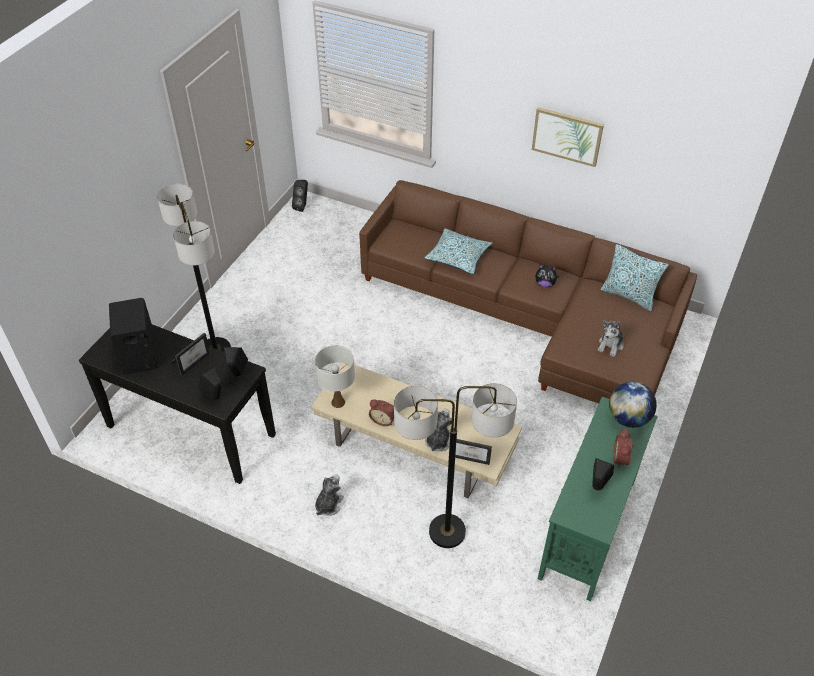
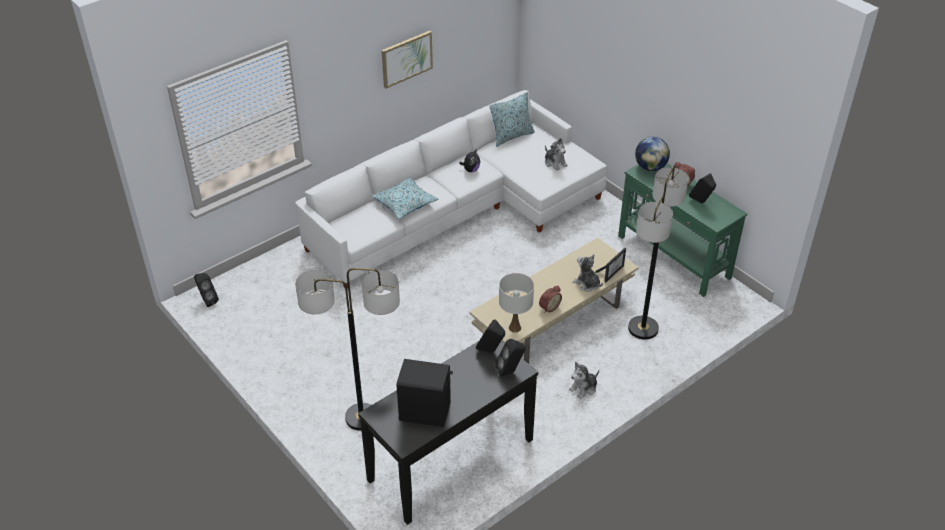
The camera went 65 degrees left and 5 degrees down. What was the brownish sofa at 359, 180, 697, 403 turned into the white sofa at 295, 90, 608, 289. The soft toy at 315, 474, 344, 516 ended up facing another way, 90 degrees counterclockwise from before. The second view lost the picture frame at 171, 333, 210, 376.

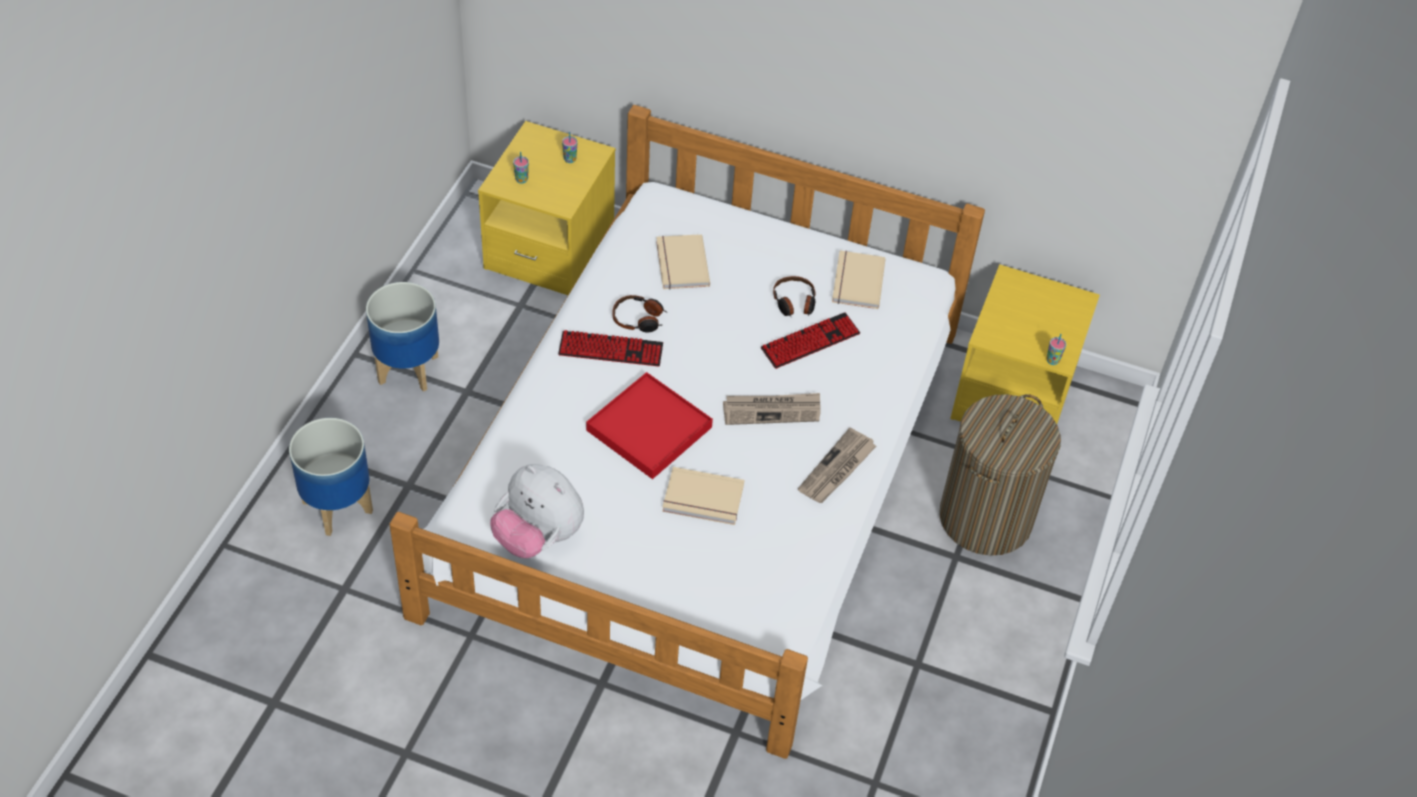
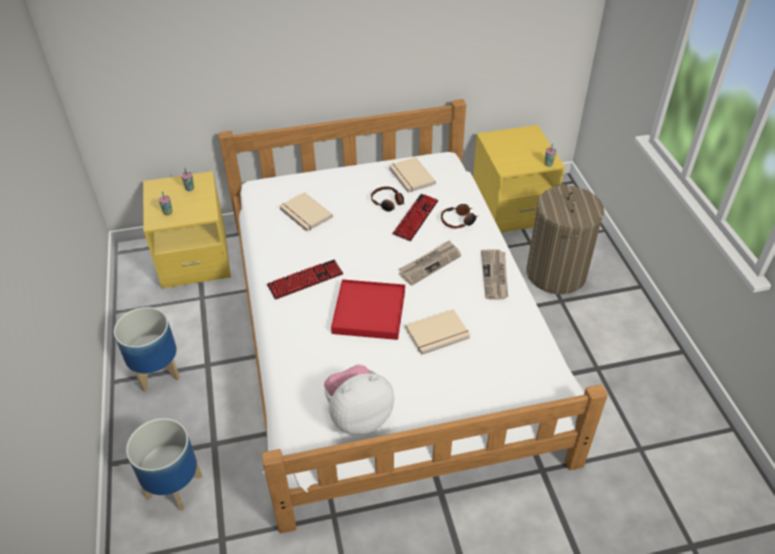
The camera went 30 degrees left and 5 degrees down. The soft toy at 490, 464, 584, 558 ended up facing another way, 150 degrees clockwise from before. The headphones ended up elsewhere, having gone from 612, 295, 666, 332 to 441, 204, 477, 229.

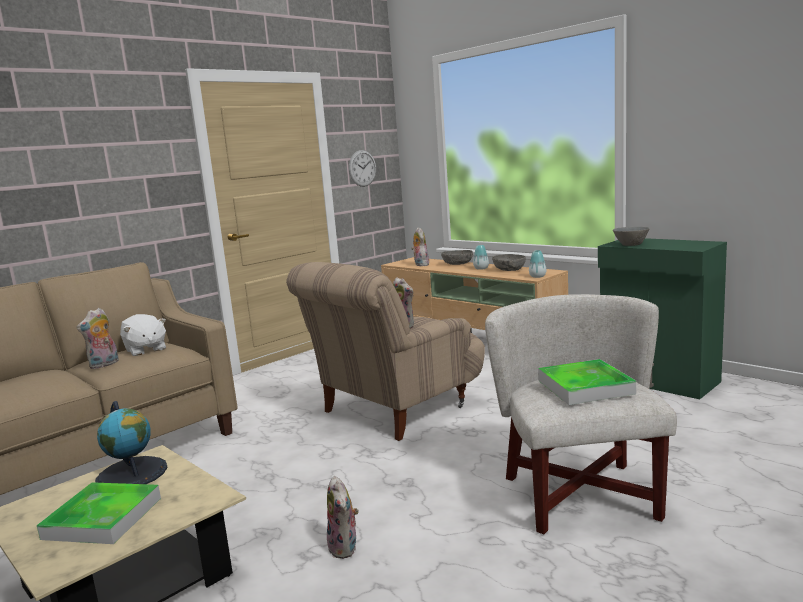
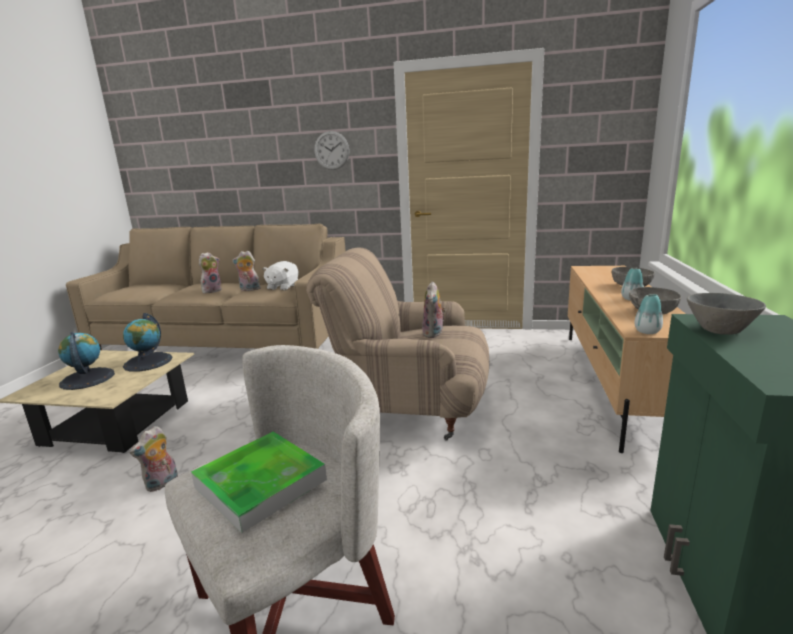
The camera went 55 degrees right and 5 degrees up. Where the tray stood at 37, 482, 161, 544, the world globe came to stand at 58, 332, 115, 390. The soft toy ended up elsewhere, having gone from 411, 228, 429, 266 to 199, 252, 222, 294. The wall clock ended up elsewhere, having gone from 349, 150, 376, 187 to 314, 131, 349, 170.

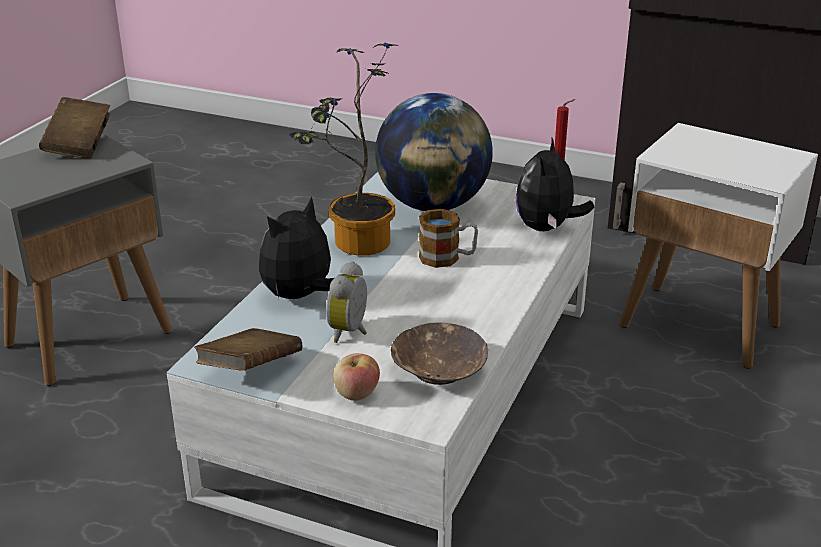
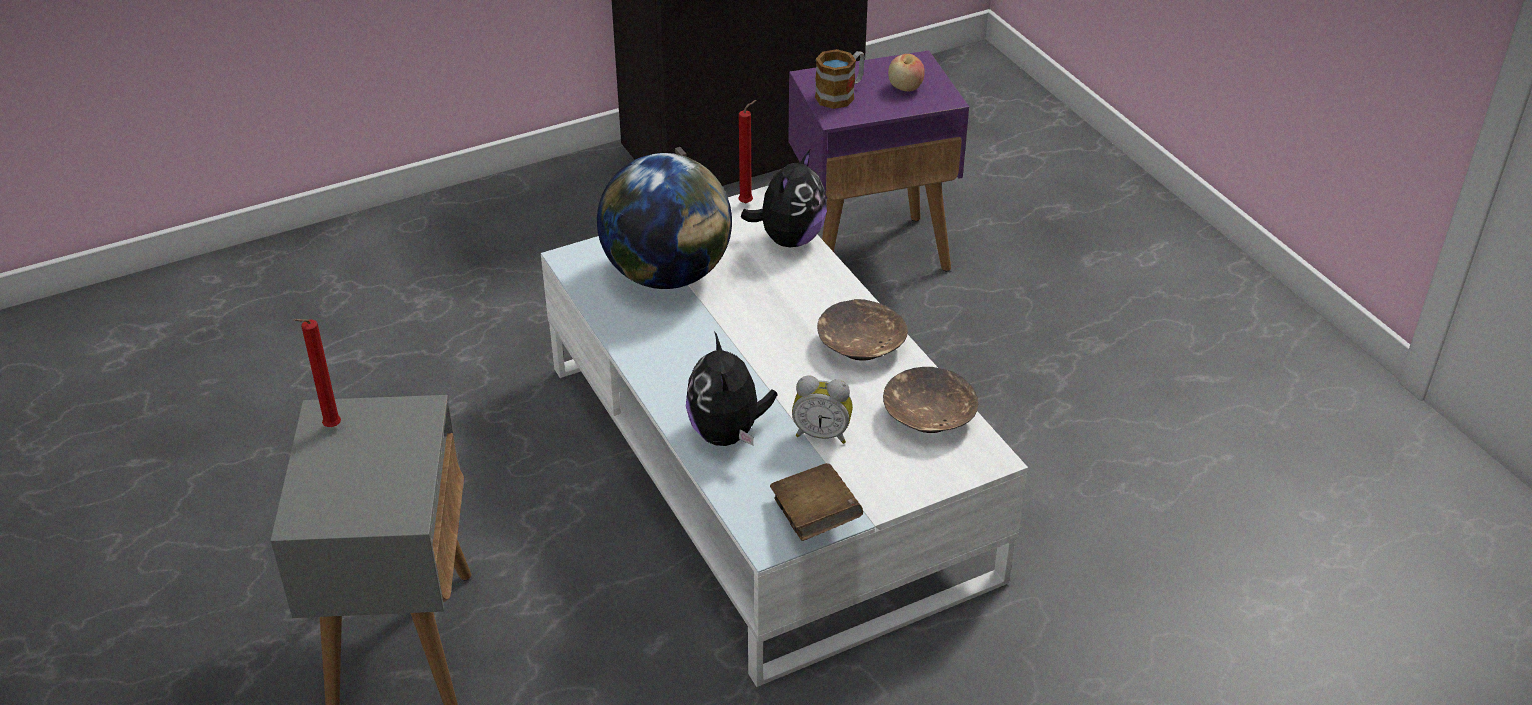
The camera went 50 degrees left and 10 degrees up. Where the brownish book stood at 39, 97, 111, 159, the reddish candle came to stand at 293, 319, 341, 427. The soft toy at 515, 138, 594, 231 ended up facing another way, 120 degrees counterclockwise from before. What was the white accent table at 620, 123, 818, 369 turned into the purple-coloured accent table at 788, 50, 969, 272. The bedside clock at 326, 261, 367, 343 ended up facing another way, 45 degrees counterclockwise from before. The coffee mug ended up elsewhere, having gone from 419, 209, 478, 268 to 815, 49, 865, 109. The second view gained the brownish bowl at 817, 299, 908, 361. The whole apple ended up elsewhere, having gone from 333, 353, 380, 401 to 888, 54, 925, 91. The second view lost the potted plant at 289, 43, 395, 256.

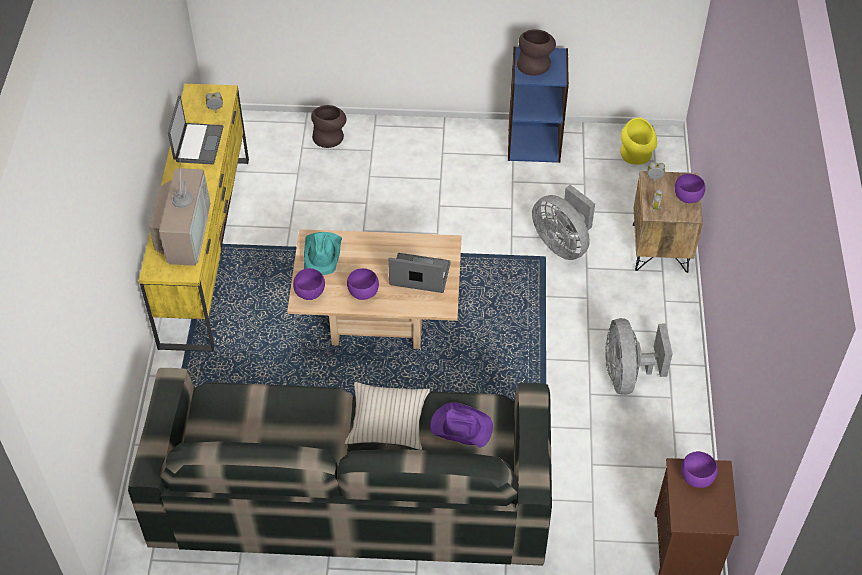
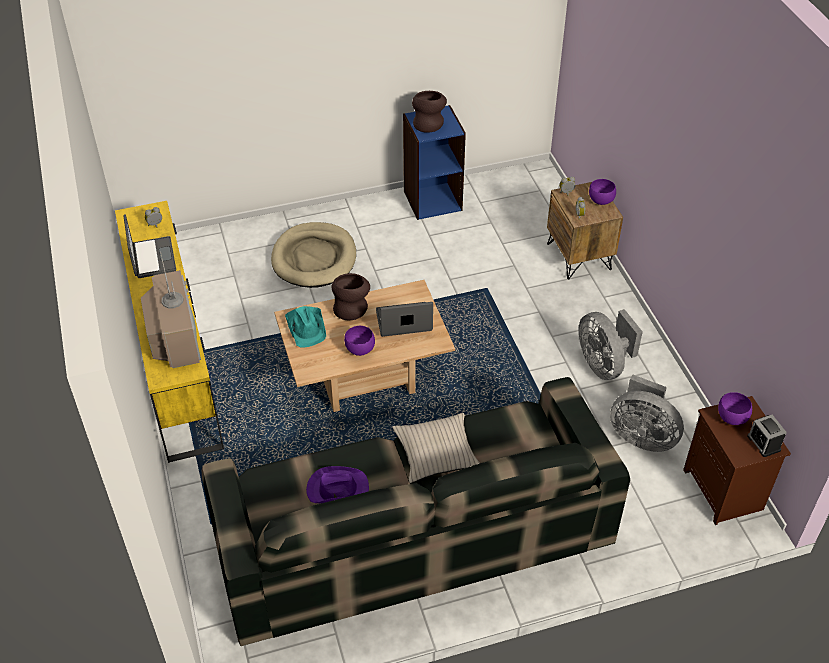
The camera went 20 degrees left and 5 degrees down. The second view gained the sand-coloured dog cushion at 271, 222, 356, 288. The purple-coloured clothing hat ended up elsewhere, having gone from 430, 402, 493, 448 to 306, 466, 369, 504. The brownish vase ended up elsewhere, having gone from 311, 105, 347, 148 to 332, 273, 370, 320. The greyish electric fan ended up elsewhere, having gone from 532, 185, 595, 260 to 610, 374, 684, 452. The second view gained the bedside clock at 747, 415, 787, 457. The second view lost the purple-coloured bowl at 293, 268, 325, 300. The second view lost the yellowish vase at 620, 118, 657, 165.

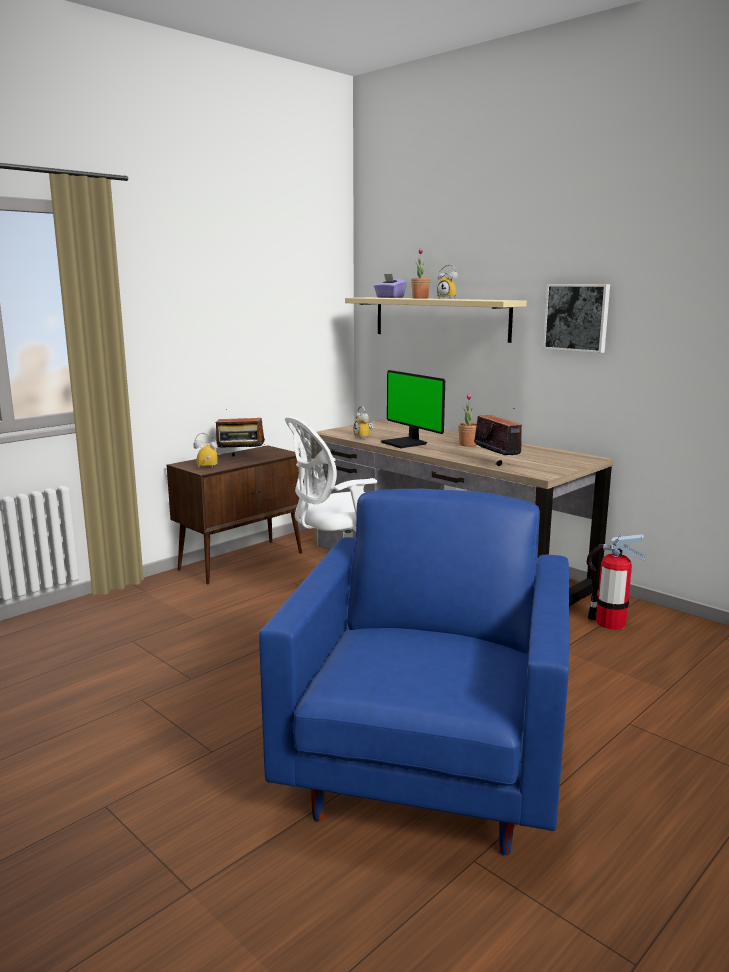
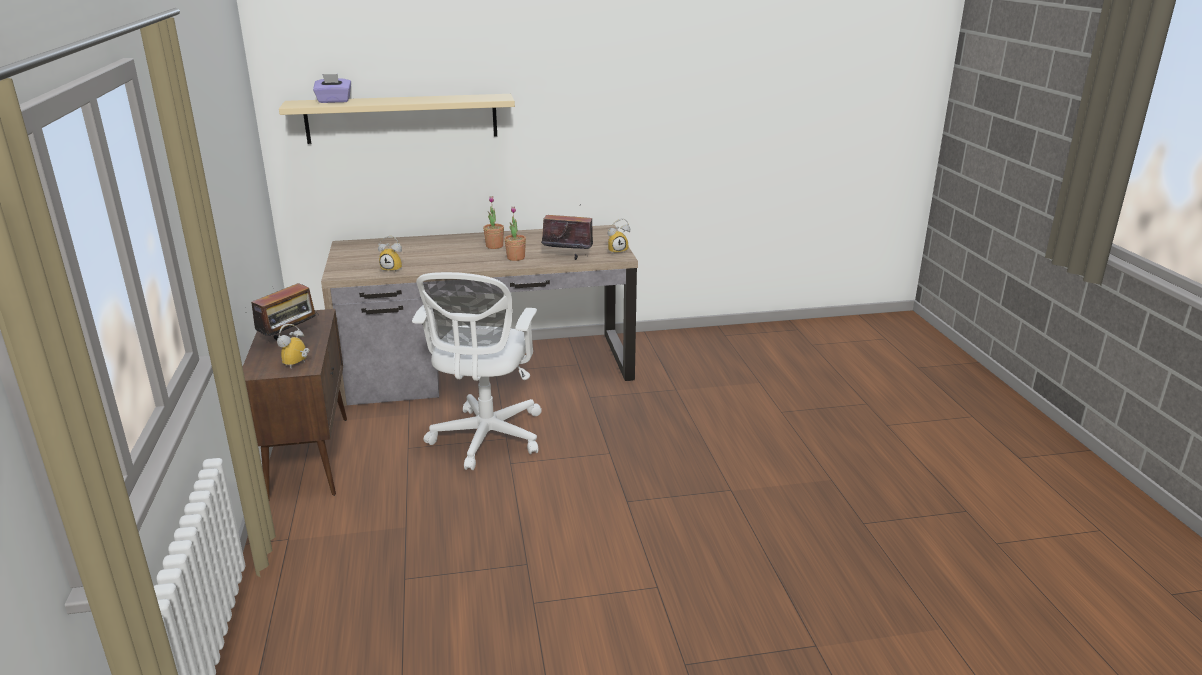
The camera went 55 degrees left and 10 degrees up. The potted plant ended up elsewhere, having gone from 411, 248, 430, 299 to 504, 206, 526, 261. The bedside clock ended up elsewhere, having gone from 437, 264, 458, 299 to 607, 218, 630, 255. The second view lost the blue lounge chair at 259, 489, 569, 855. The second view lost the computer screen at 381, 370, 445, 448. The second view lost the picture at 543, 284, 610, 353. The second view lost the fire-fighting cylinder at 587, 534, 646, 630.

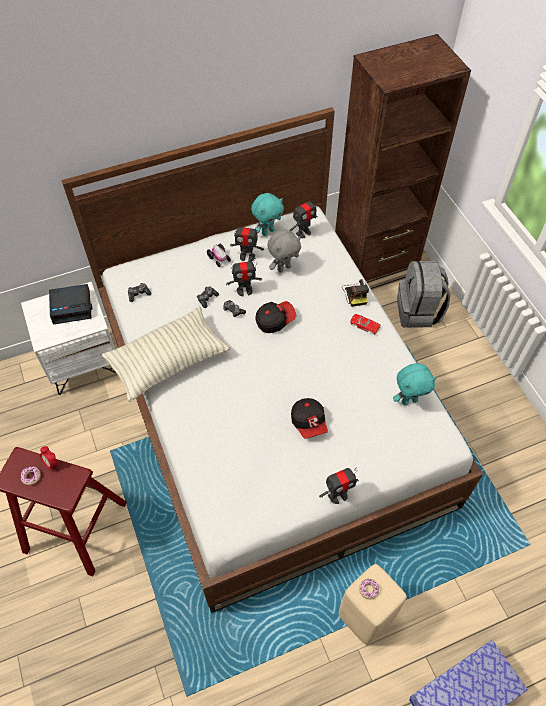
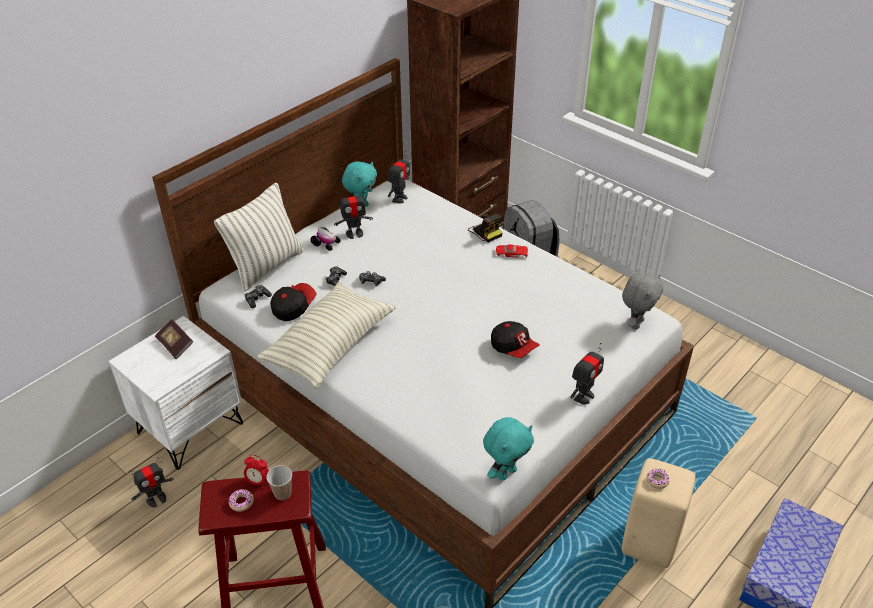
The camera went 25 degrees left and 15 degrees down. The robot figure ended up elsewhere, having gone from 226, 258, 262, 296 to 129, 458, 174, 507. Where the bedside clock stood at 49, 284, 92, 324, the book came to stand at 155, 319, 193, 359. The second view gained the throw pillow at 214, 183, 304, 291. The second view gained the drinking cup at 266, 465, 292, 500. The peaked cap ended up elsewhere, having gone from 255, 301, 296, 333 to 270, 283, 316, 321. The blue-green soft toy ended up elsewhere, having gone from 393, 363, 437, 405 to 483, 417, 534, 481. The greyish soft toy ended up elsewhere, having gone from 267, 230, 301, 273 to 622, 273, 663, 330.

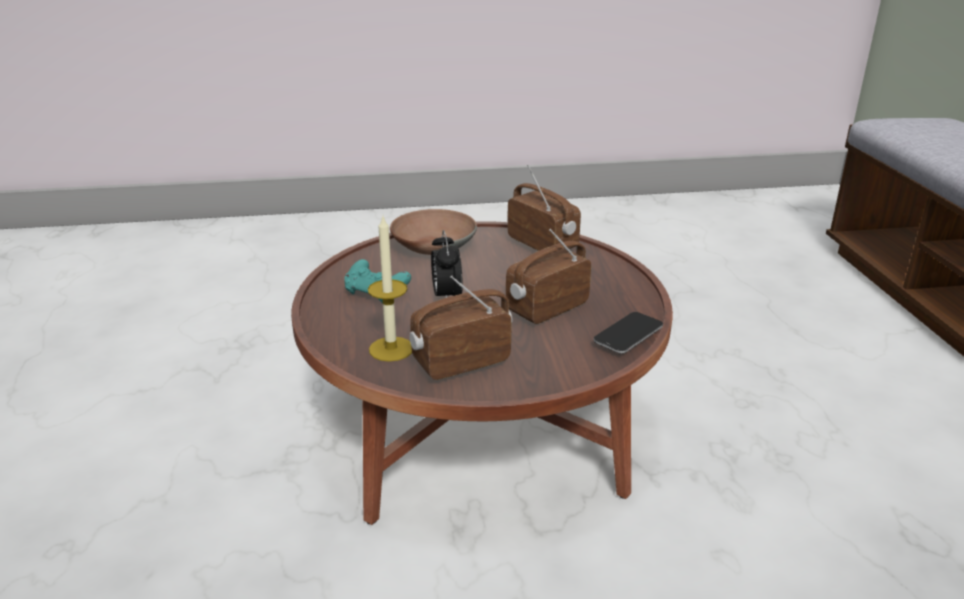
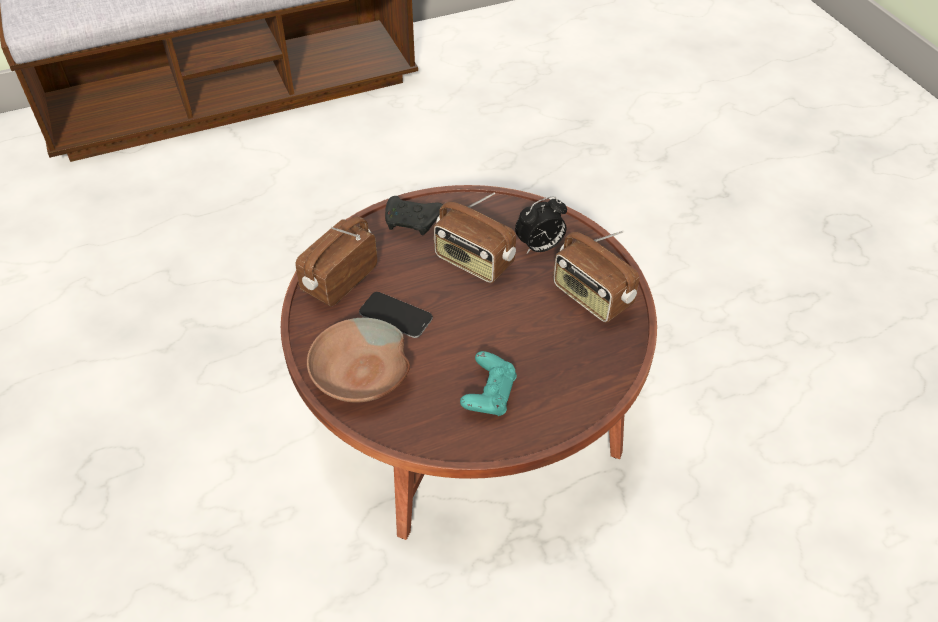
The camera went 105 degrees left and 20 degrees up. The phone ended up elsewhere, having gone from 593, 312, 663, 354 to 359, 292, 433, 338. The second view gained the black joypad at 385, 196, 443, 235. The bedside clock ended up elsewhere, having gone from 431, 230, 463, 298 to 515, 196, 567, 254. The second view lost the candle at 368, 217, 412, 362.

